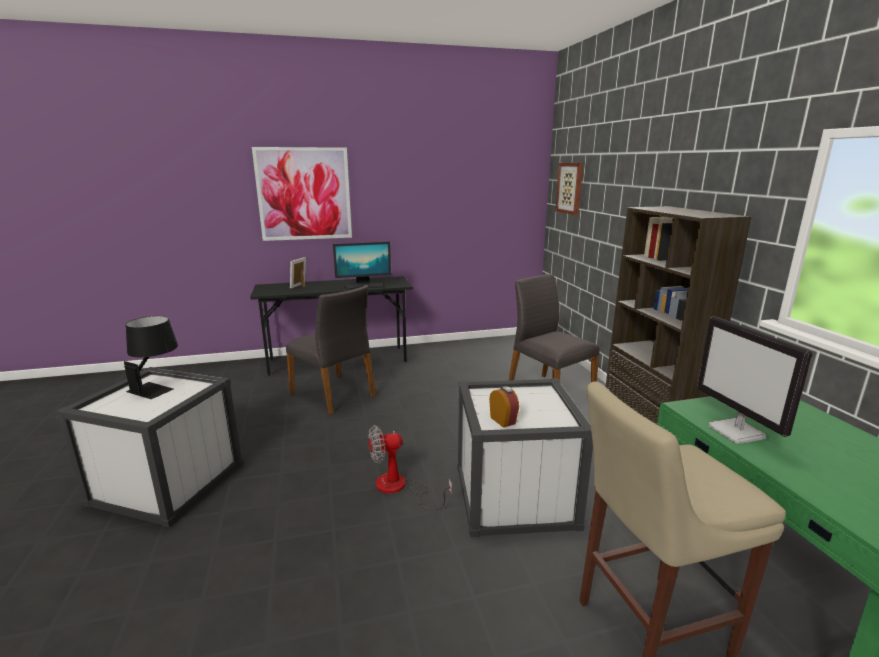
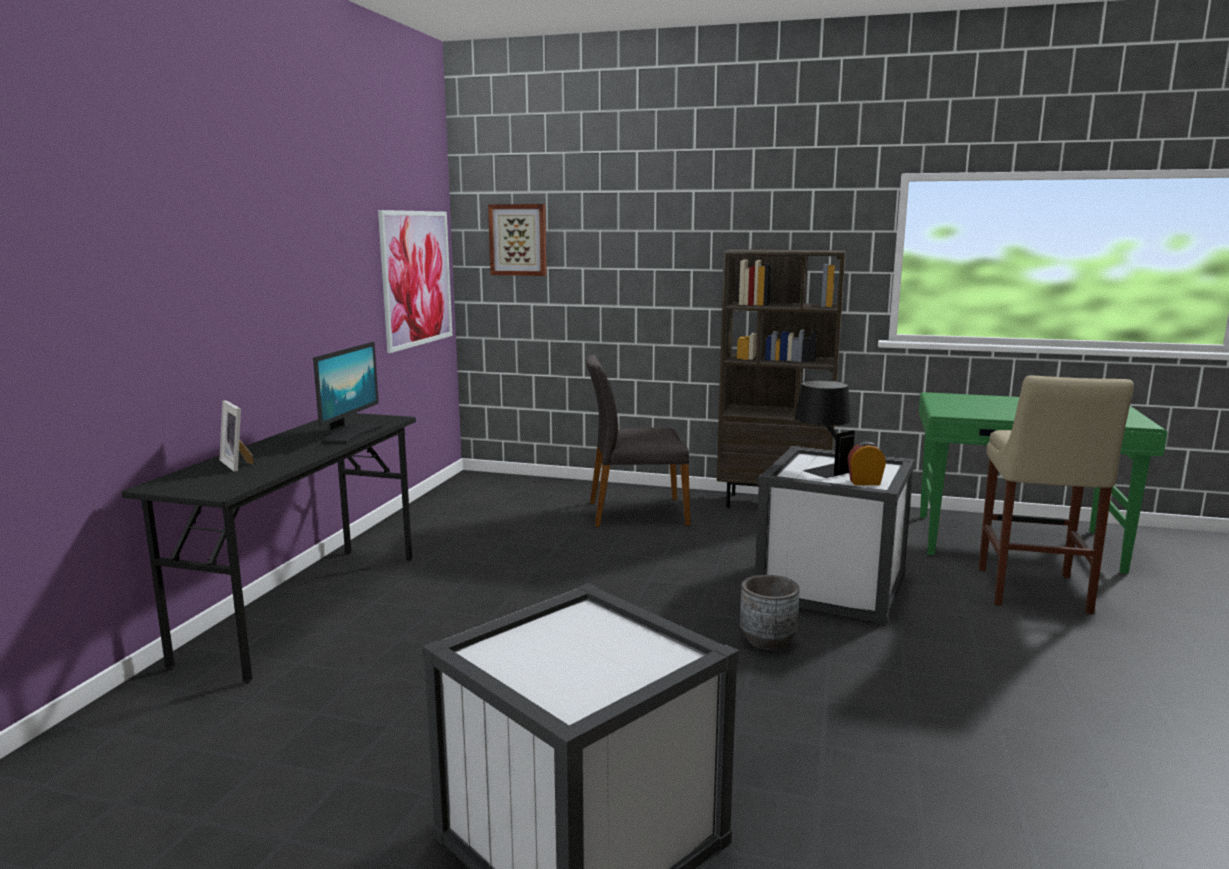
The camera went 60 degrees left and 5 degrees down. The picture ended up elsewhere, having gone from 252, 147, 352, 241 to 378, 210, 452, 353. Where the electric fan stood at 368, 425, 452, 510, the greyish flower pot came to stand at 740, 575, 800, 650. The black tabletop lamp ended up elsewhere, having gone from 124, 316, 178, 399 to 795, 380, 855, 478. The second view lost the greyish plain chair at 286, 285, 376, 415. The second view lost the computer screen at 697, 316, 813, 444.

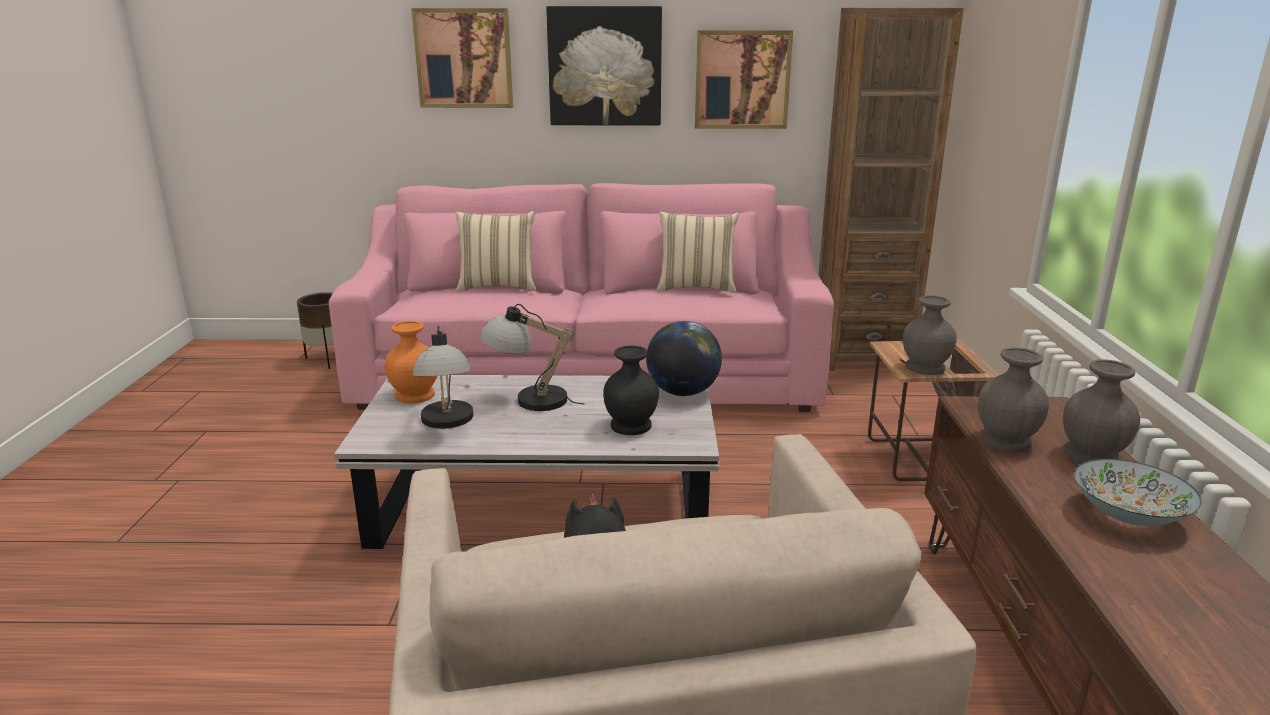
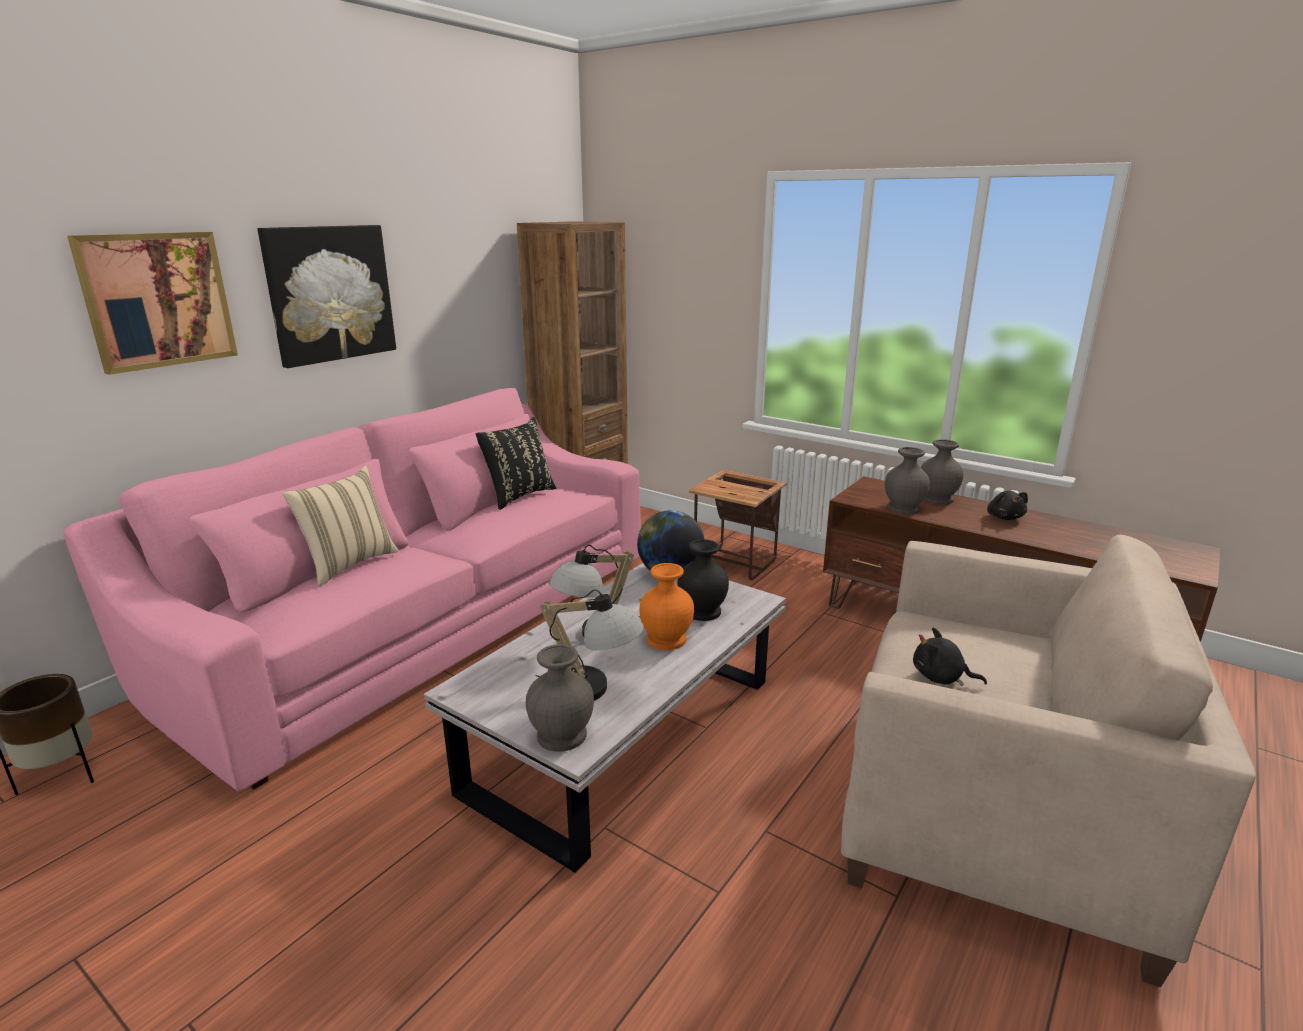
The camera went 55 degrees left and 0 degrees up. What was the sand-coloured throw pillow at 657, 212, 738, 293 turned into the black throw pillow at 476, 417, 556, 510. The greyish vase ended up elsewhere, having gone from 903, 295, 957, 375 to 526, 644, 594, 752. The orange vase ended up elsewhere, having gone from 384, 321, 437, 404 to 639, 563, 694, 650. Where the bowl stood at 1074, 459, 1202, 526, the black soft toy came to stand at 987, 491, 1028, 520. The second view lost the picture at 695, 30, 793, 129.

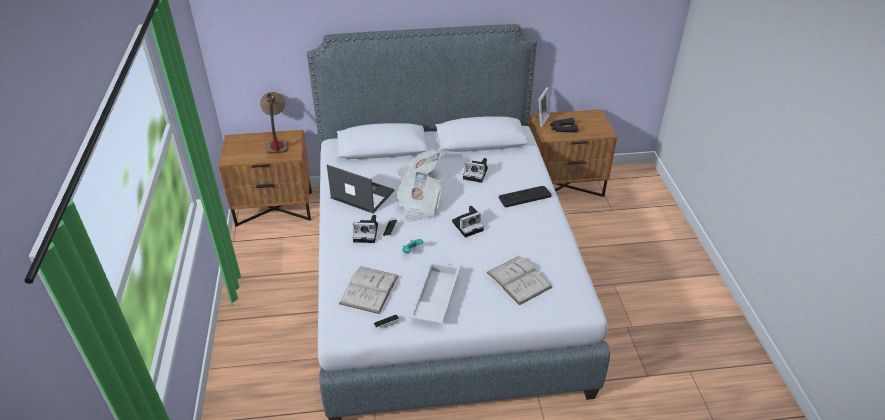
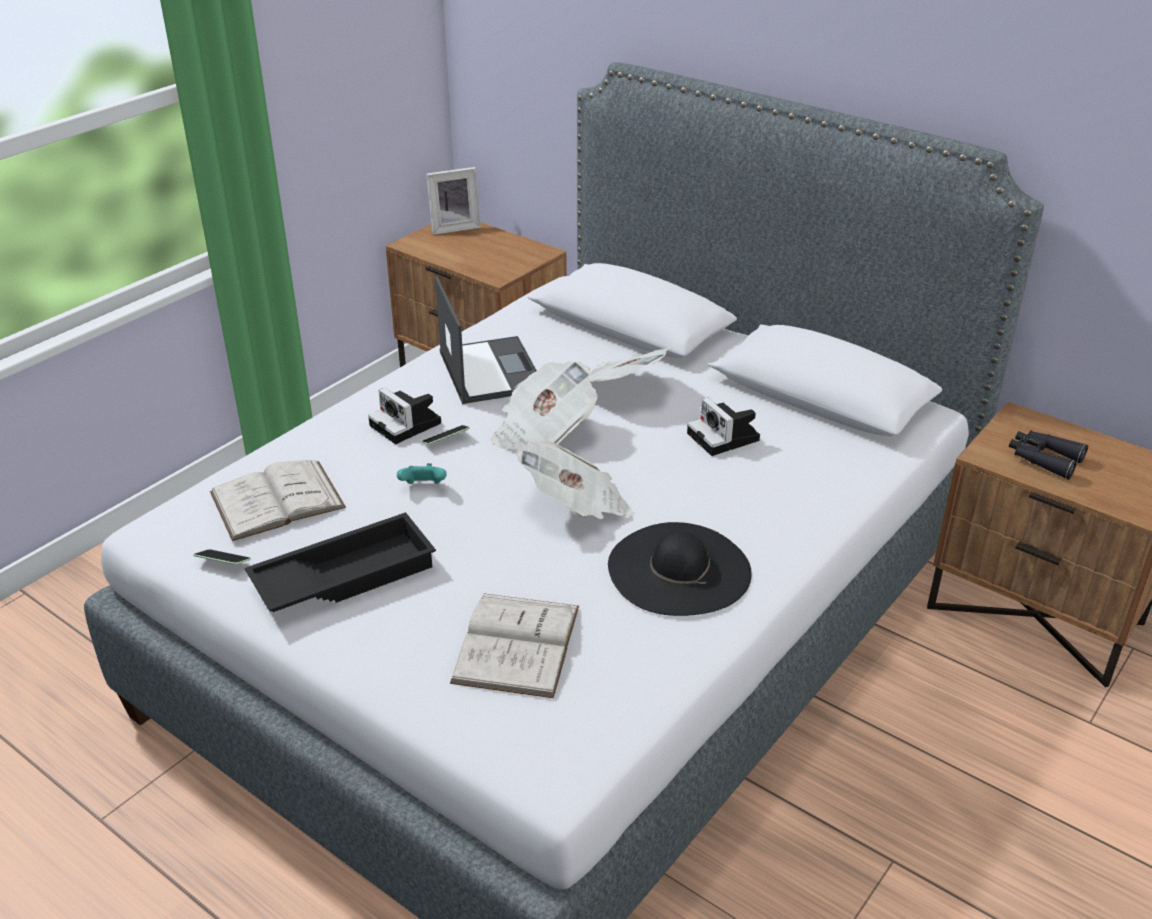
The camera went 45 degrees right and 5 degrees down. What was the white tray at 410, 262, 460, 323 turned into the black tray at 245, 512, 436, 612. The picture frame ended up elsewhere, having gone from 536, 87, 550, 127 to 426, 167, 481, 235. Where the photo camera stood at 452, 206, 484, 237, the printed paper came to stand at 516, 441, 634, 519. The second view gained the black clothing hat at 608, 522, 752, 616. The second view lost the tabletop lamp at 260, 92, 288, 154. The second view lost the PC keyboard at 499, 186, 552, 207.

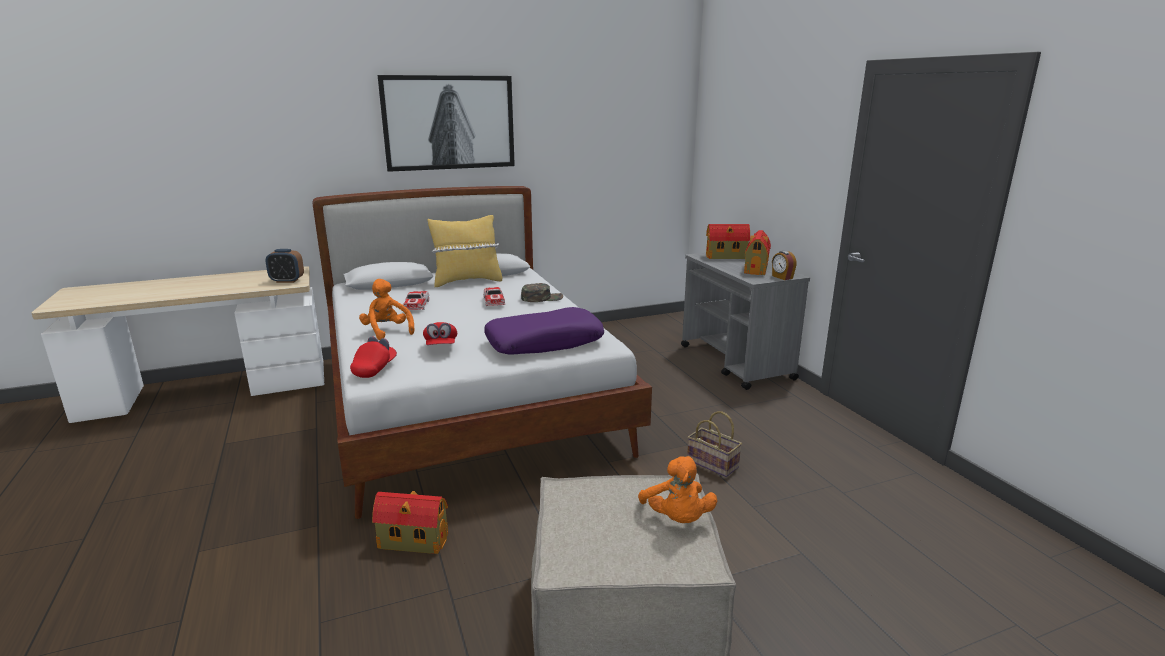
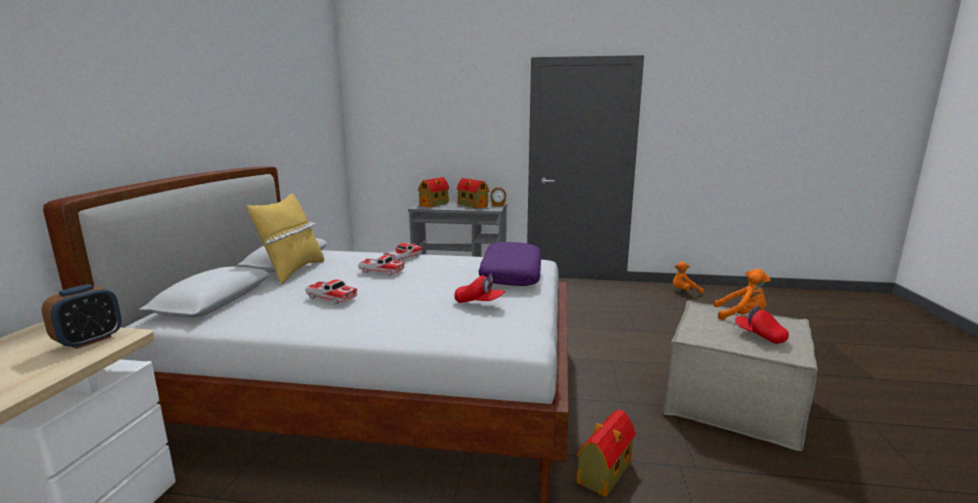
The camera went 60 degrees left and 5 degrees down. Where the green peaked cap stood at 521, 283, 563, 302, the toy car came to stand at 383, 243, 422, 261. The orange soft toy ended up elsewhere, having gone from 359, 279, 415, 340 to 673, 262, 704, 294. The reddish peaked cap ended up elsewhere, having gone from 350, 337, 397, 378 to 735, 305, 789, 344. The second view lost the picture at 378, 75, 515, 172. The second view lost the basket at 687, 411, 742, 477.

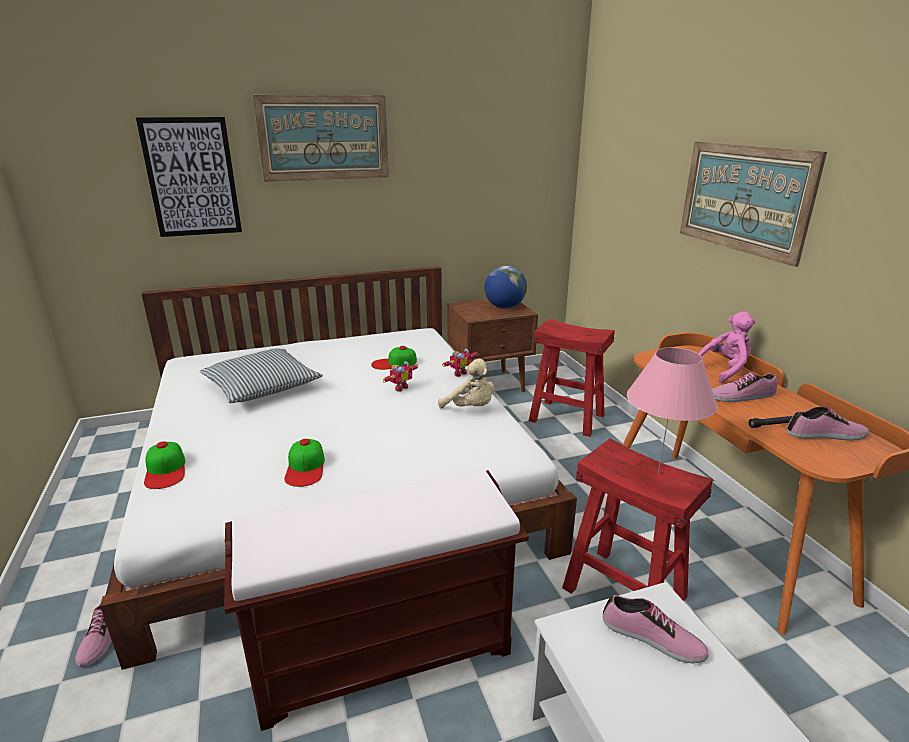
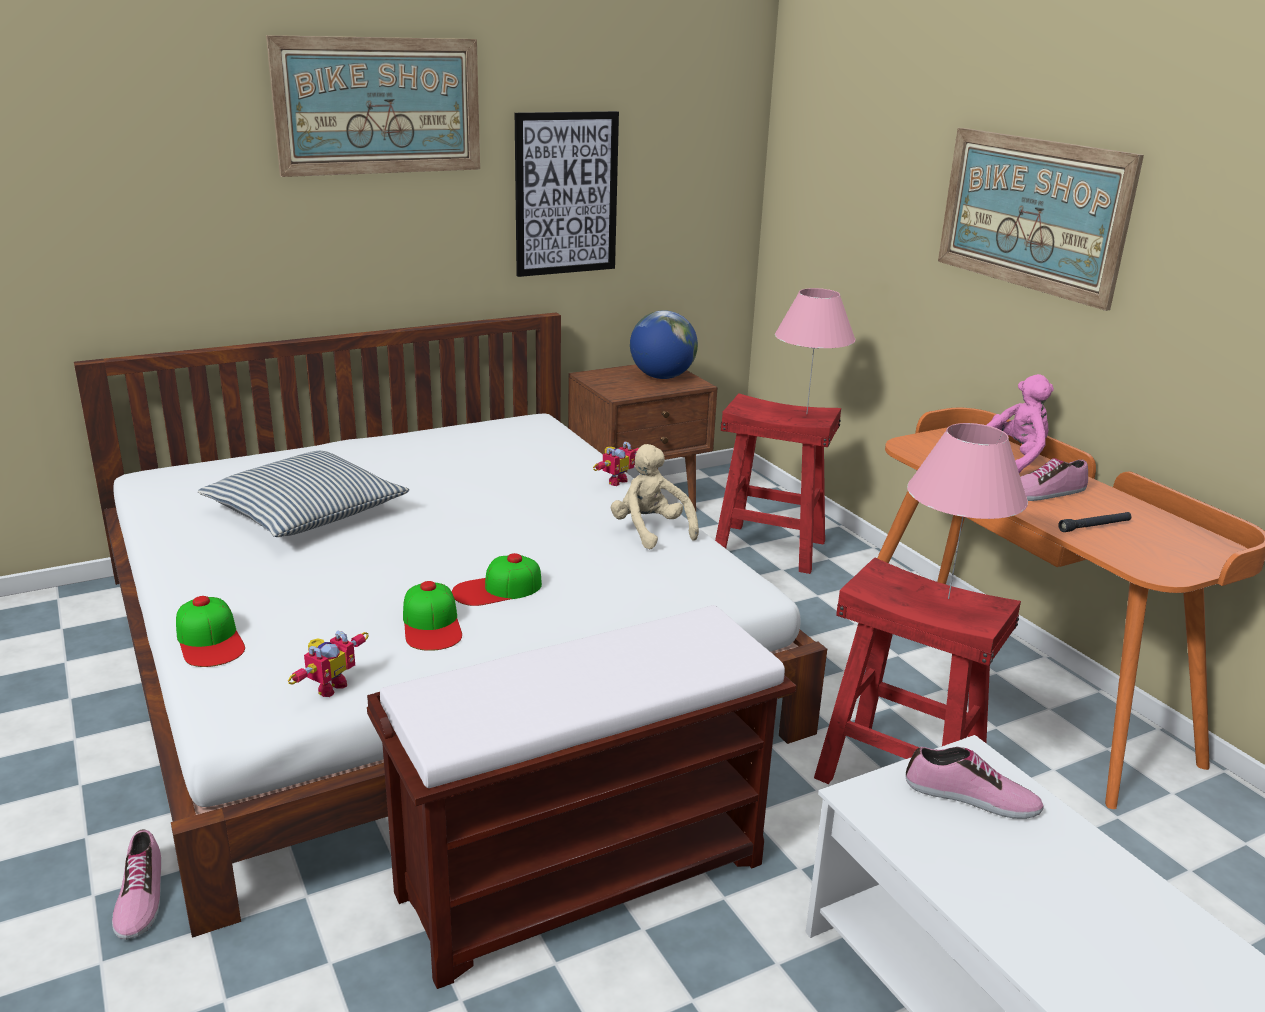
The camera went 10 degrees left and 0 degrees up. The robot figure ended up elsewhere, having gone from 382, 361, 419, 392 to 288, 630, 369, 697. The peaked cap ended up elsewhere, having gone from 371, 346, 417, 370 to 452, 553, 542, 606. The picture ended up elsewhere, having gone from 136, 117, 242, 237 to 515, 111, 619, 277. The sand-coloured soft toy at 438, 359, 494, 409 ended up facing another way, 150 degrees counterclockwise from before. The second view gained the pink tabletop lamp at 775, 288, 855, 413. The second view lost the shoe at 787, 406, 869, 440.

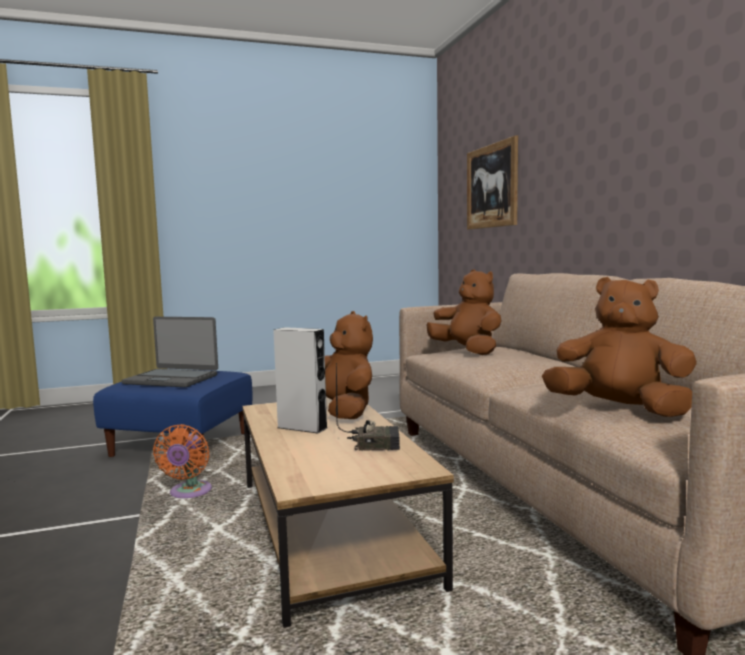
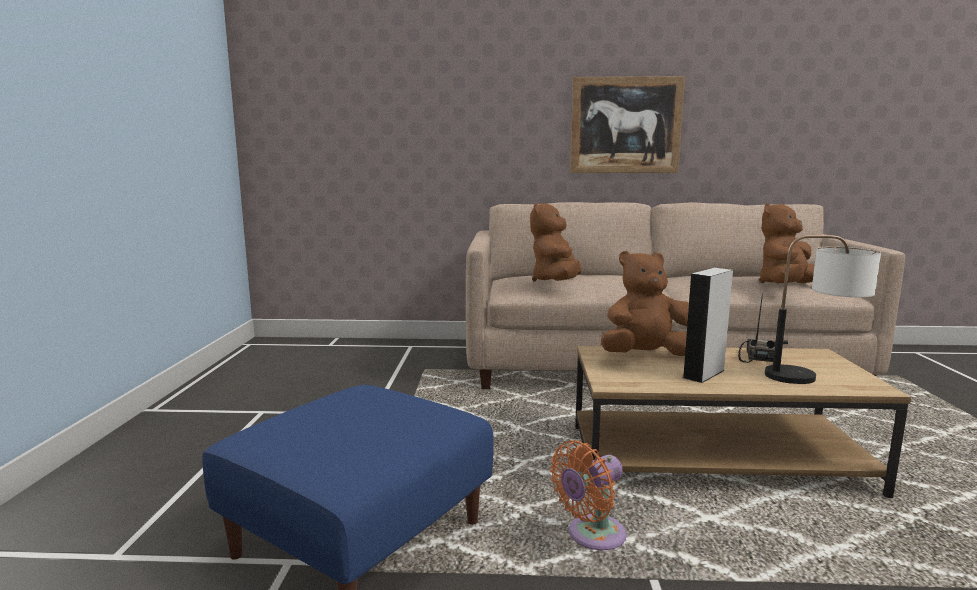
The camera went 70 degrees left and 5 degrees up. The brownish soft toy at 426, 269, 502, 355 ended up facing another way, 60 degrees counterclockwise from before. The orange electric fan at 153, 424, 212, 498 ended up facing another way, 120 degrees clockwise from before. The picture ended up elsewhere, having gone from 467, 135, 518, 230 to 570, 76, 685, 173. The second view gained the tabletop lamp at 765, 235, 881, 384. The second view lost the notebook computer at 122, 317, 218, 387.

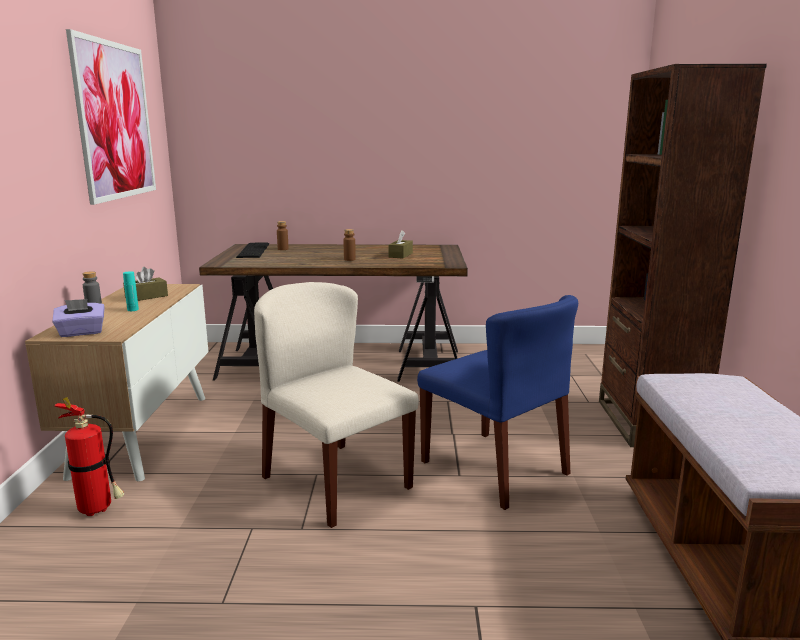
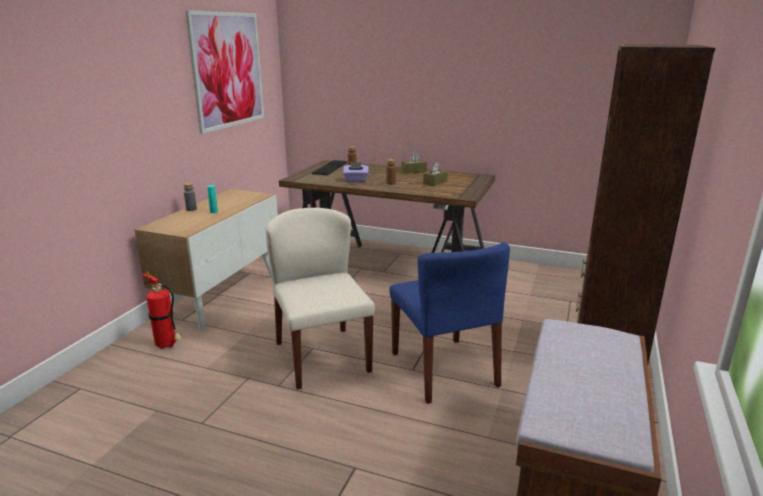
The camera went 20 degrees right and 5 degrees up. The purple-coloured tissue box ended up elsewhere, having gone from 52, 299, 105, 337 to 343, 162, 369, 182. The brownish tissue box ended up elsewhere, having gone from 123, 267, 168, 301 to 402, 153, 427, 174.

